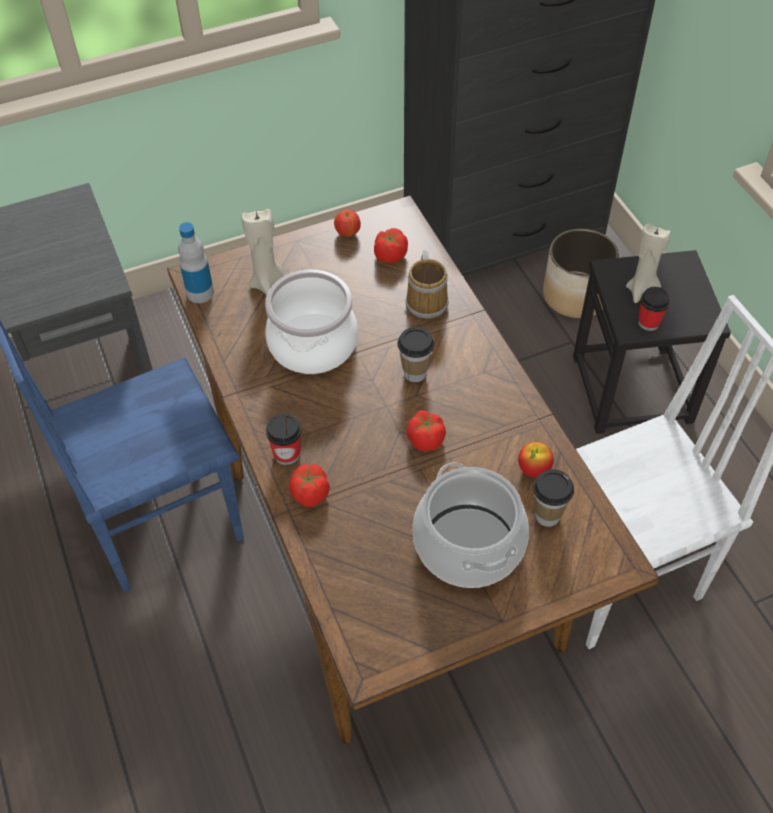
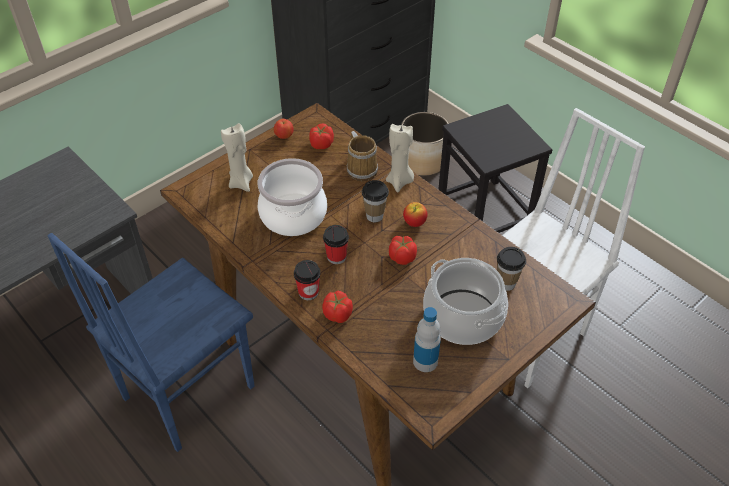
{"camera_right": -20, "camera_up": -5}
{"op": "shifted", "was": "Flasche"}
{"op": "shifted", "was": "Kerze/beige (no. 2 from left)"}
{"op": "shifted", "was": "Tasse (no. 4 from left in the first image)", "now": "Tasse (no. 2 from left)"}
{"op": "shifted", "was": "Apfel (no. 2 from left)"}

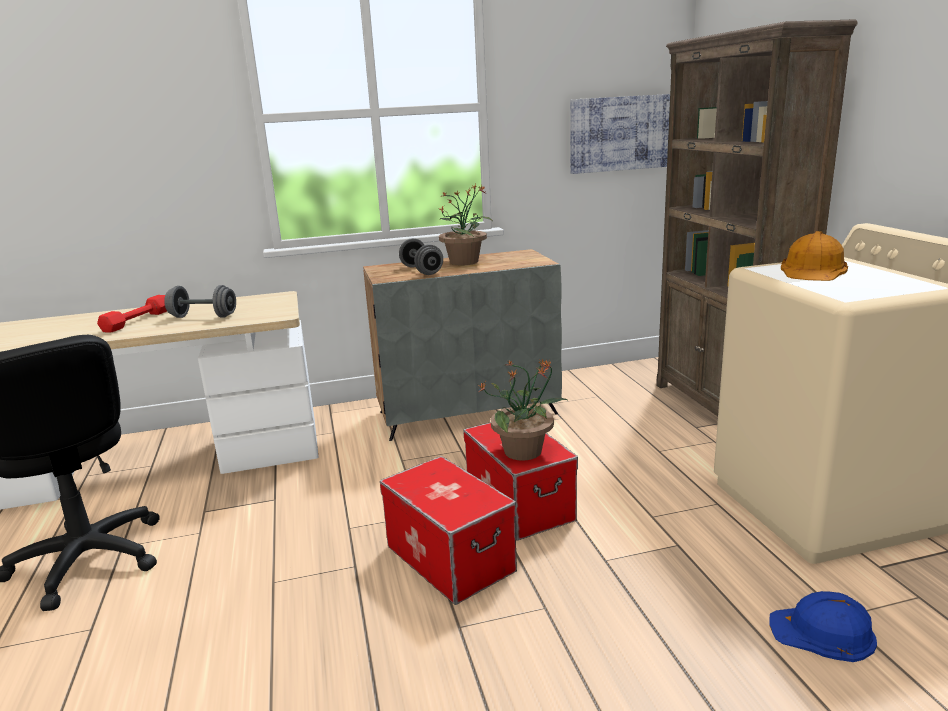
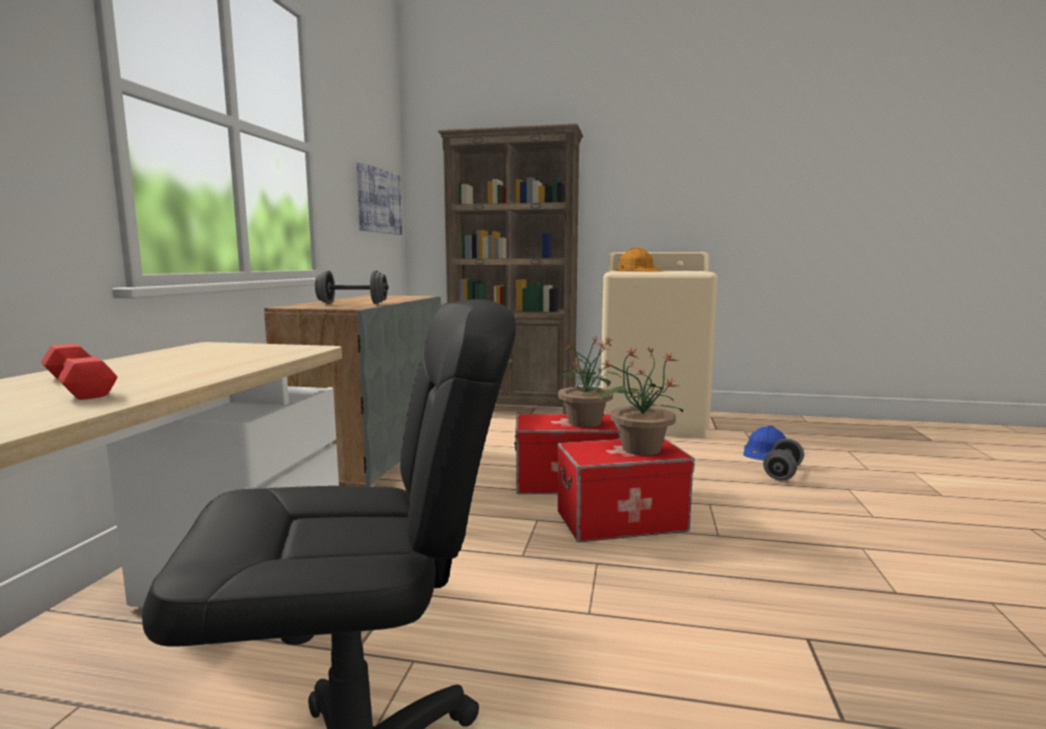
{"camera_right": -65, "camera_up": -10}
{"op": "shifted", "was": "Topfpflanze (no. 1 from left in the first image)", "now": "Topfpflanze (no. 2 from left)"}
{"op": "shifted", "was": "Hantel/grau (no. 1 from left in the first image)", "now": "Hantel/grau (no. 2 from left)"}

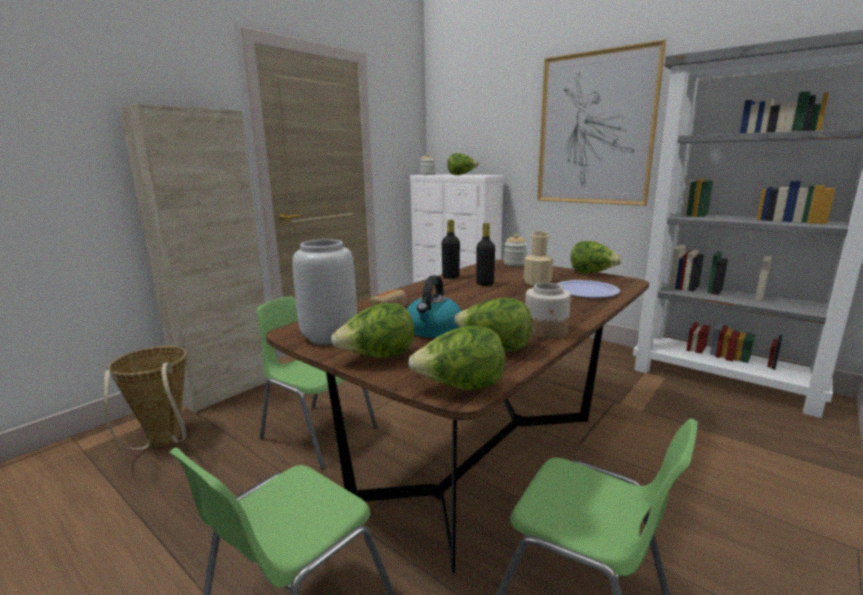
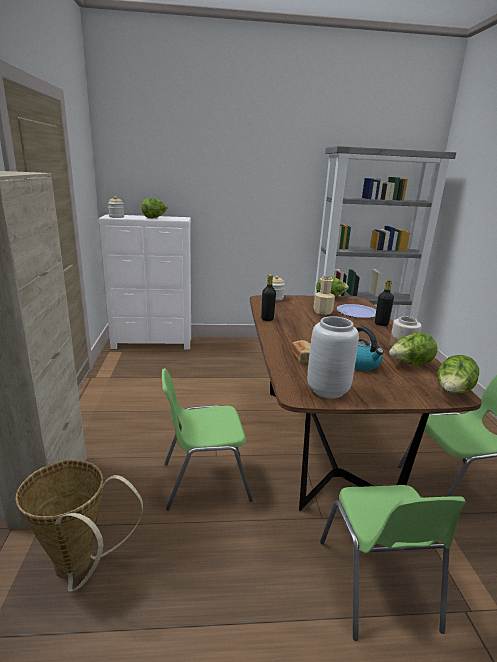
{"camera_right": -45, "camera_up": 5}
{"op": "gone", "was": "Bild"}
{"op": "shifted", "was": "Flasche/schwarz (no. 2 from left)"}
{"op": "gone", "was": "Salatkopf (no. 1 from left)"}

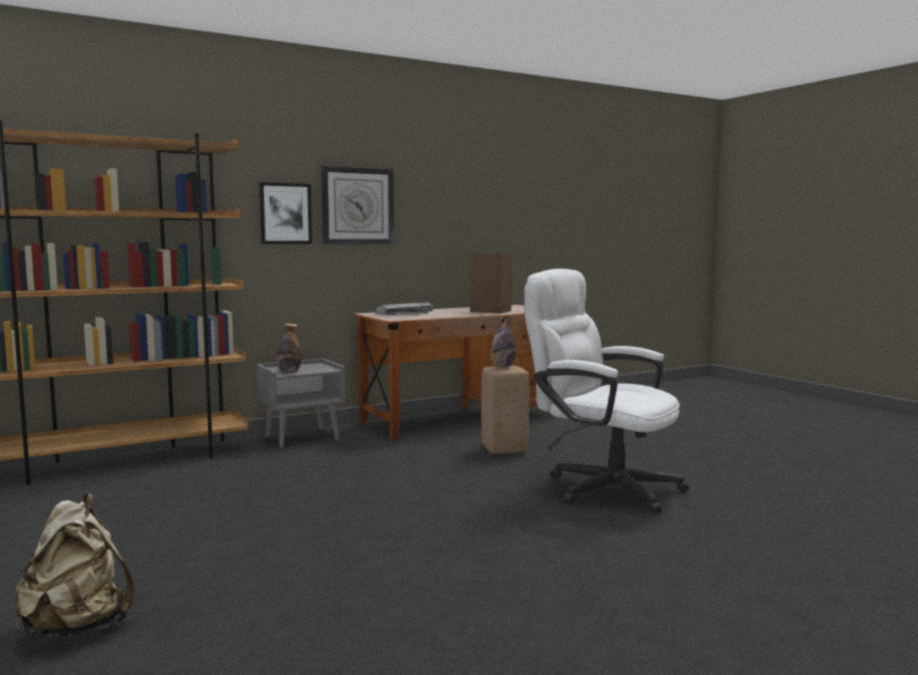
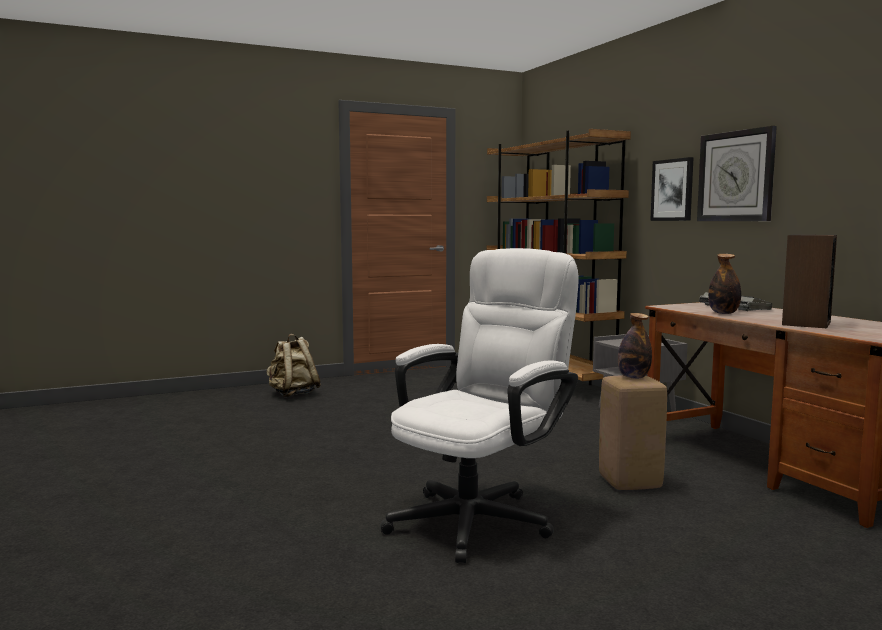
{"camera_right": 95, "camera_up": 0}
{"op": "shifted", "was": "Flasche (no. 1 from left in the first image)", "now": "Flasche (no. 2 from left)"}

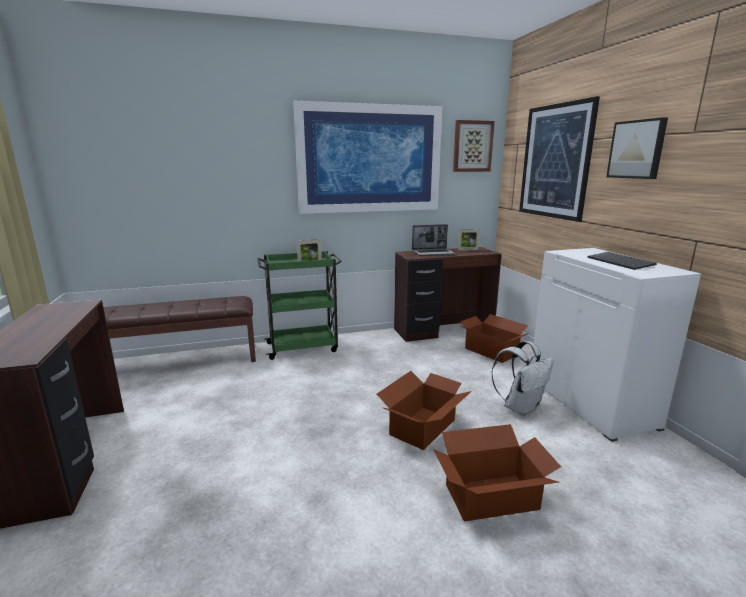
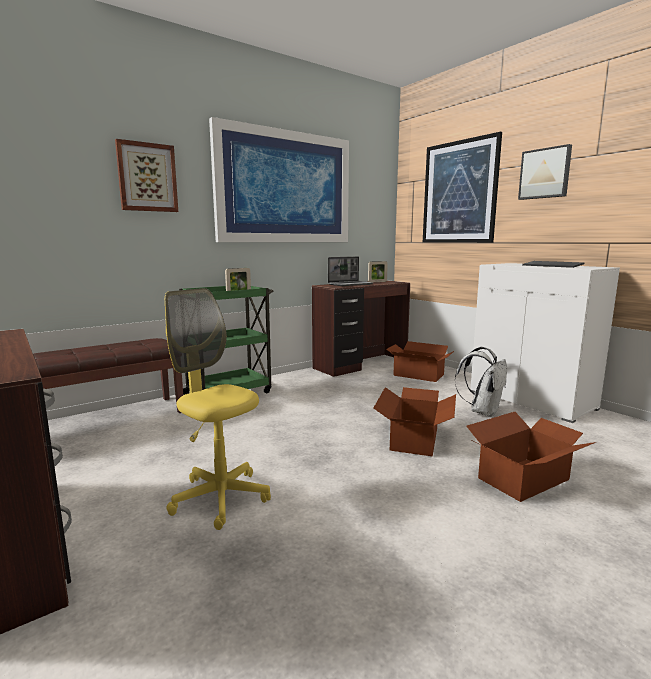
{"camera_right": -20, "camera_up": -5}
{"op": "shifted", "was": "Bild (no. 2 from left in the first image)", "now": "Bild (no. 1 from left)"}
{"op": "new", "now": "Bürostuhl/gelb"}

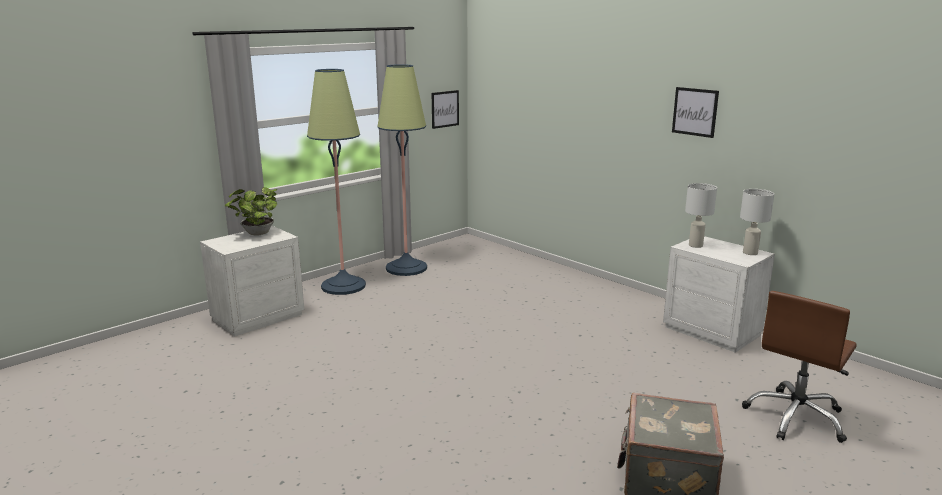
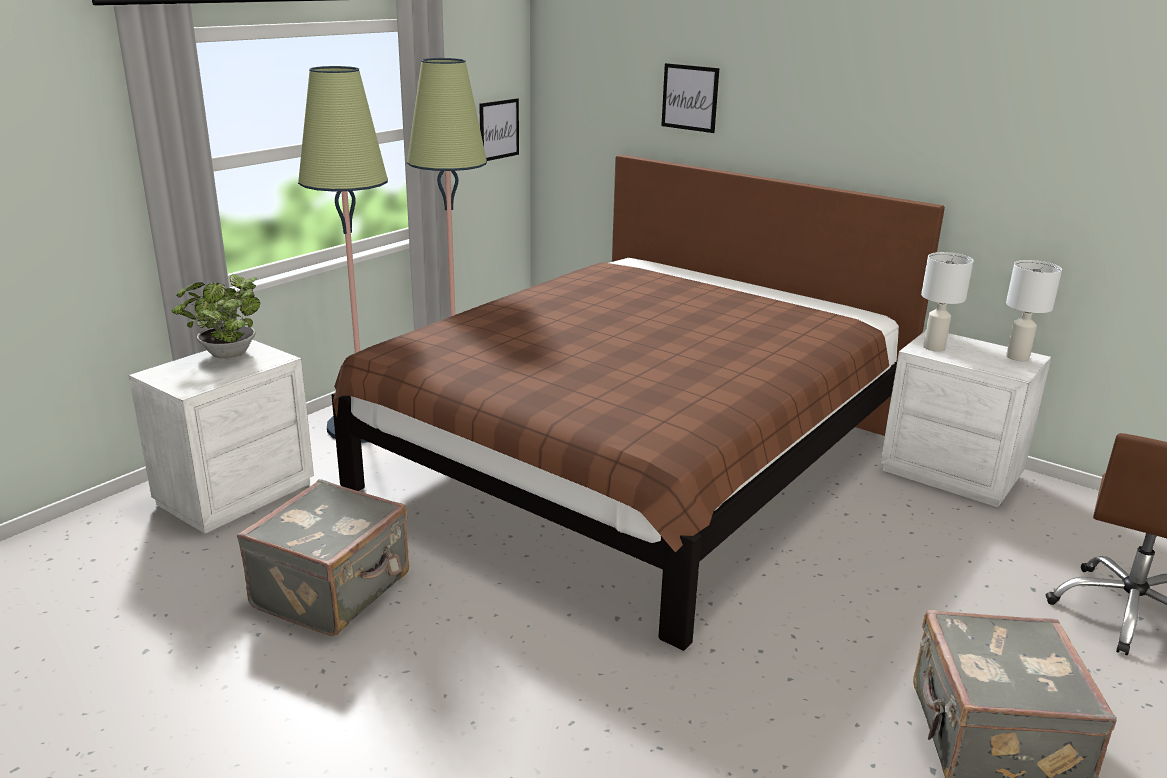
{"camera_right": -10, "camera_up": 5}
{"op": "shifted", "was": "Bild (no. 2 from left)"}
{"op": "new", "now": "Bett/braun"}
{"op": "new", "now": "Koffer/grau (no. 1 from left)"}

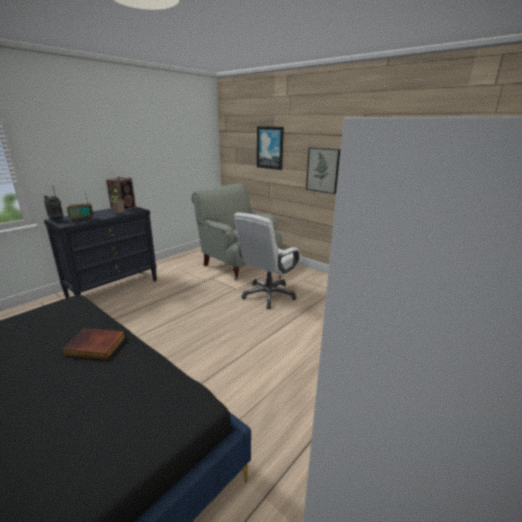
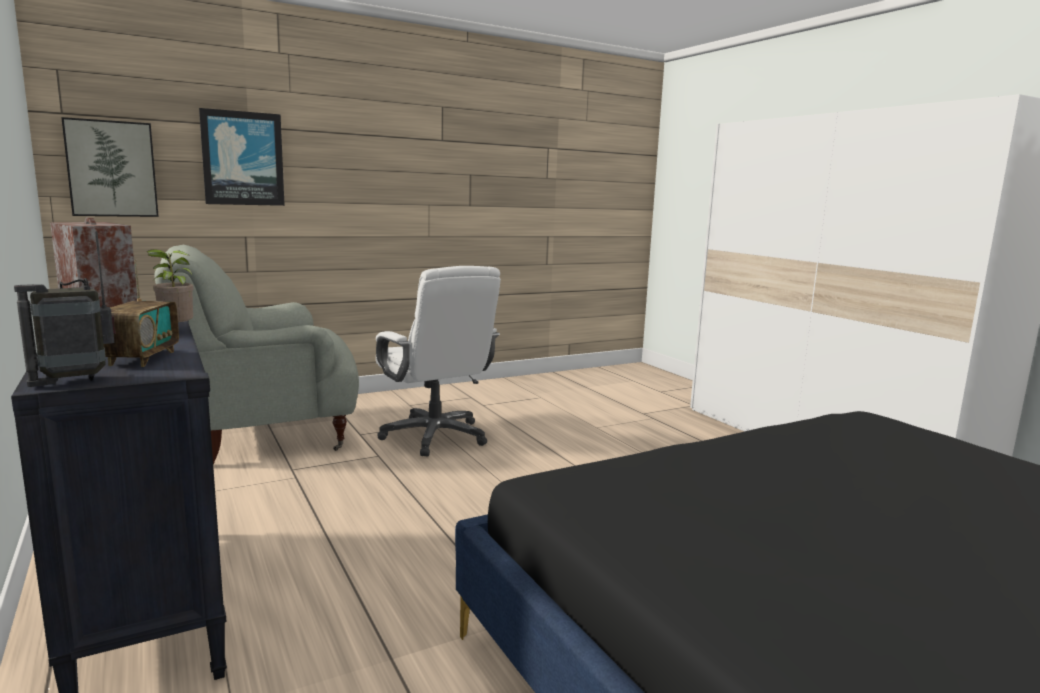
{"camera_right": -70, "camera_up": -10}
{"op": "shifted", "was": "Bild (no. 2 from left in the first image)", "now": "Bild (no. 1 from left)"}
{"op": "gone", "was": "Buch"}

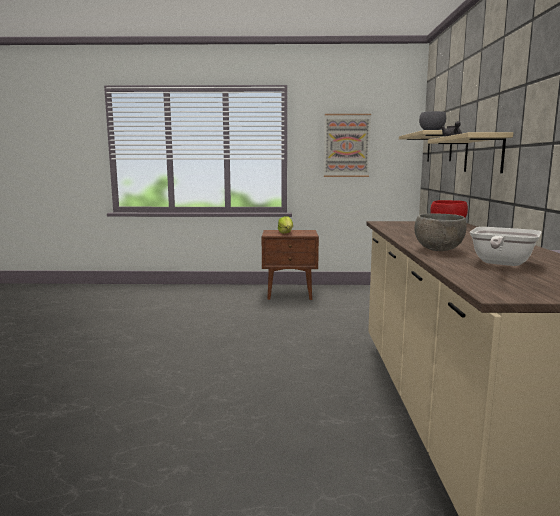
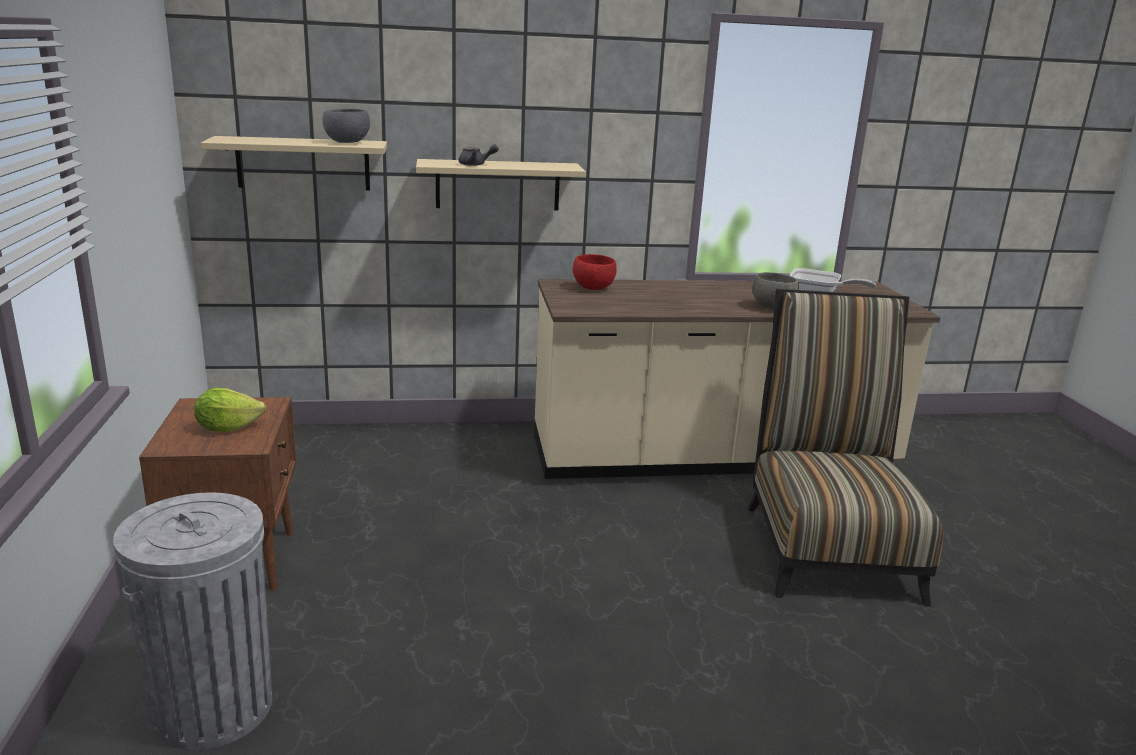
{"camera_right": -100, "camera_up": 10}
{"op": "gone", "was": "Bild"}
{"op": "new", "now": "Stuhl"}
{"op": "new", "now": "Mülleimer/grau"}

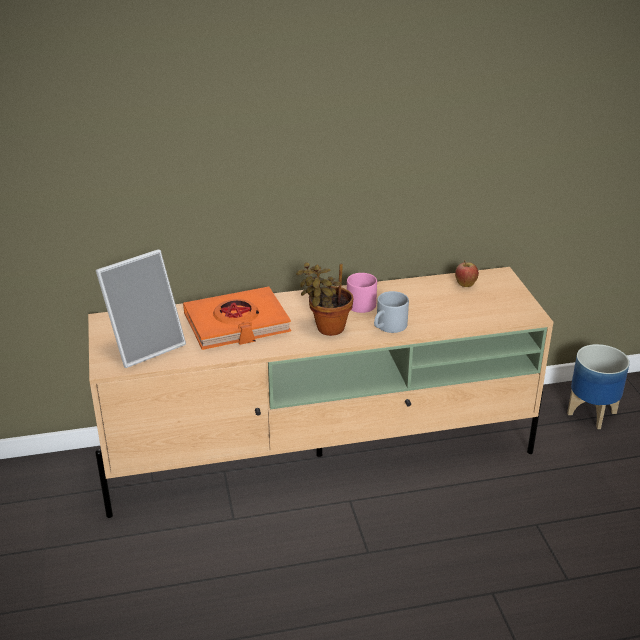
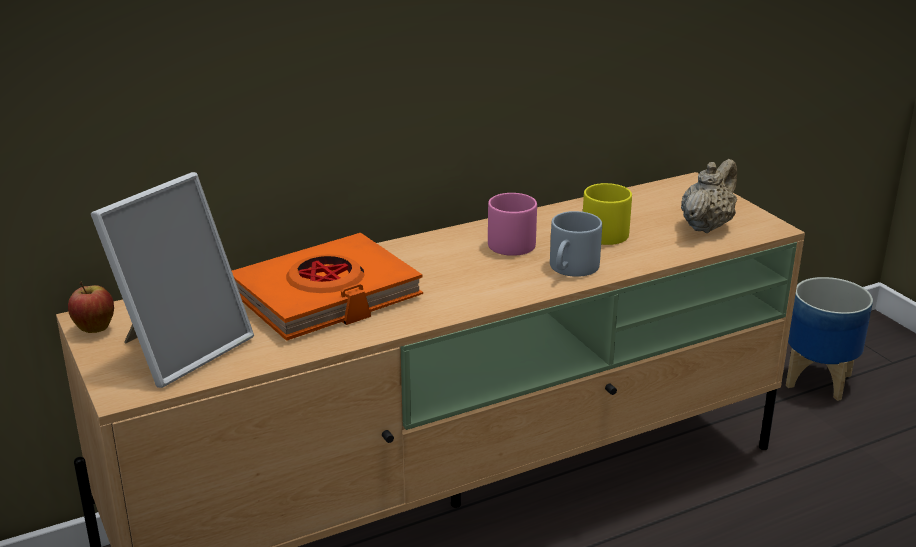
{"camera_right": -15, "camera_up": -5}
{"op": "shifted", "was": "Apfel"}
{"op": "gone", "was": "Topfpflanze"}
{"op": "new", "now": "Teekanne/beige"}
{"op": "new", "now": "Henkelbecher/gelb"}

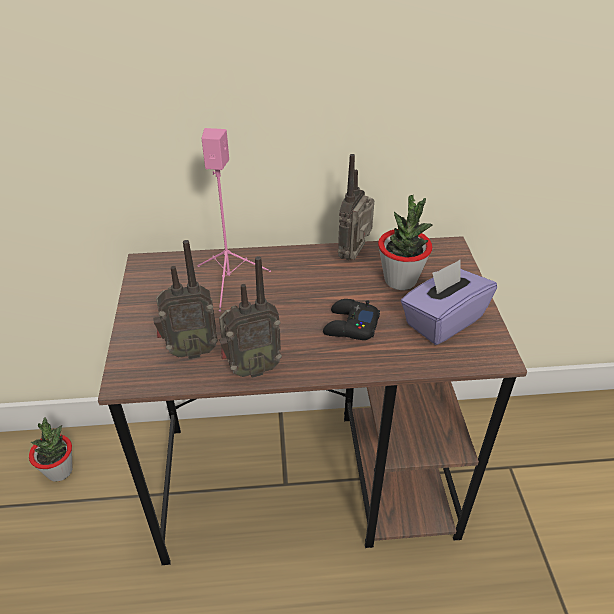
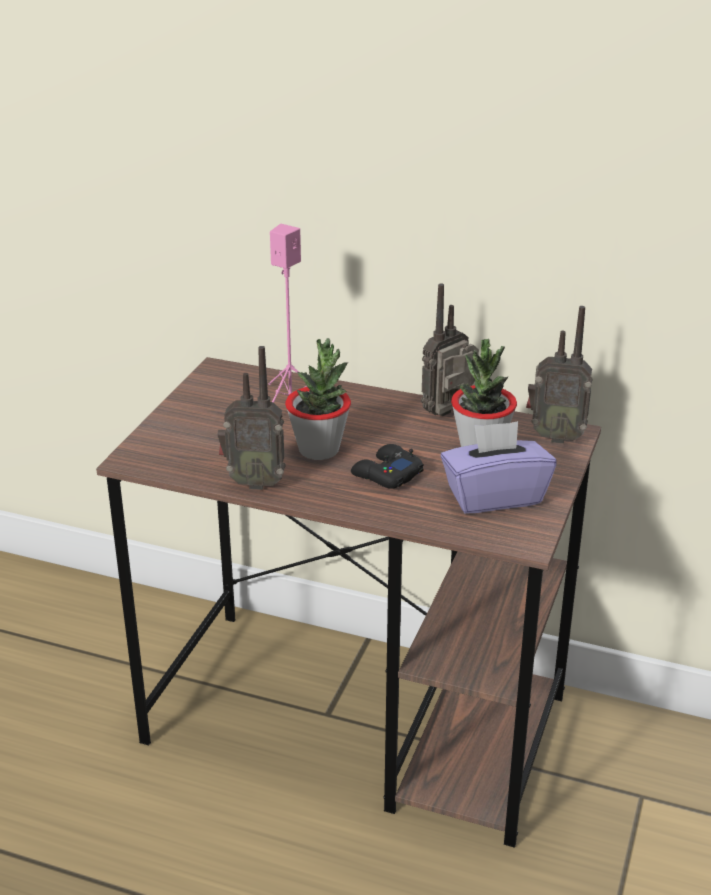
{"camera_right": 25, "camera_up": -10}
{"op": "shifted", "was": "Radio (no. 1 from left in the first image)", "now": "Radio (no. 3 from left)"}
{"op": "shifted", "was": "Topfpflanze (no. 1 from left)"}

